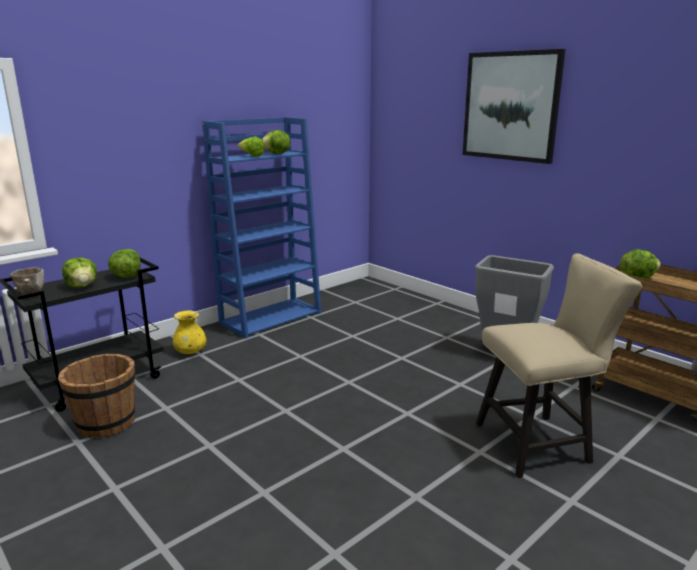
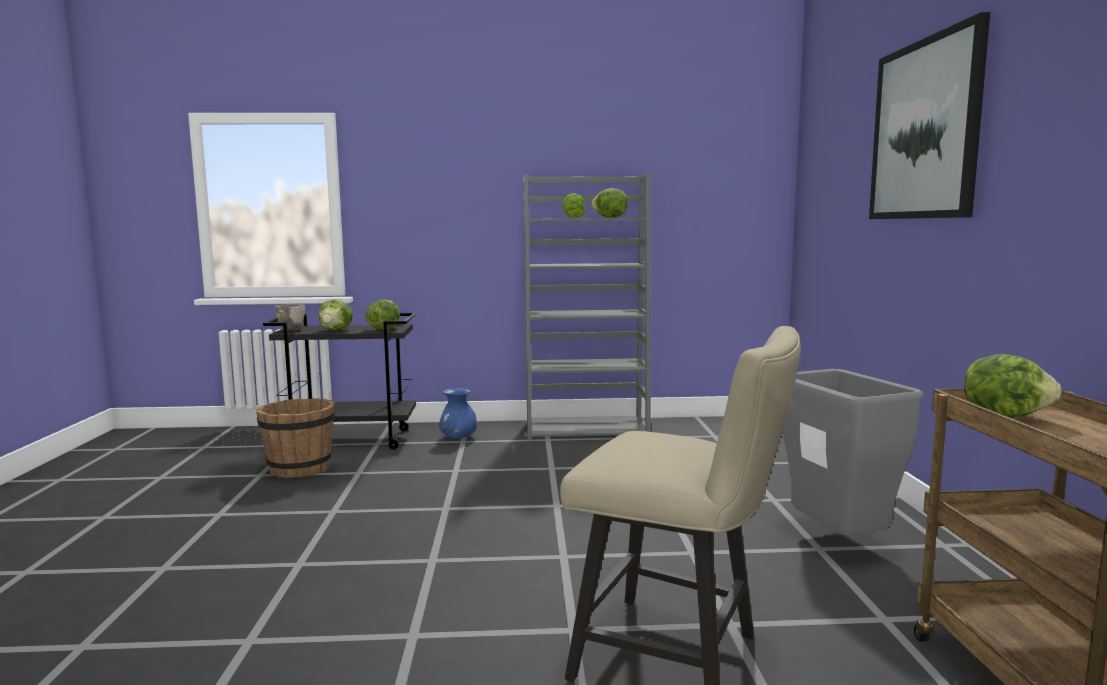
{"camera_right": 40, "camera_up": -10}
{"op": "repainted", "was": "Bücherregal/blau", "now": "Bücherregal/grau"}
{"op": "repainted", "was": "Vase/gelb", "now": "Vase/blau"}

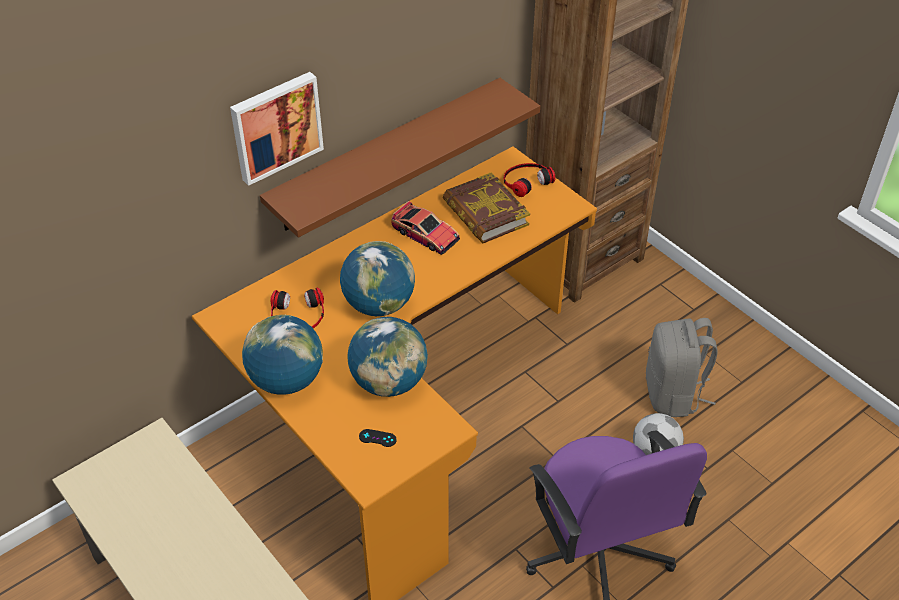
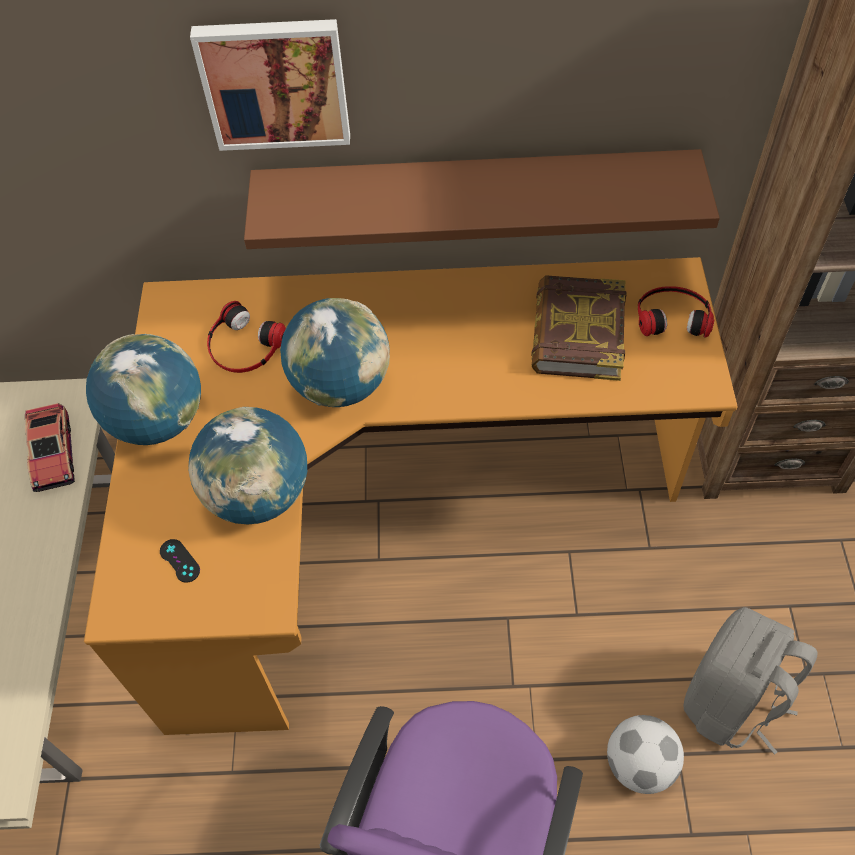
{"camera_right": 40, "camera_up": 10}
{"op": "shifted", "was": "Spielzeugauto"}

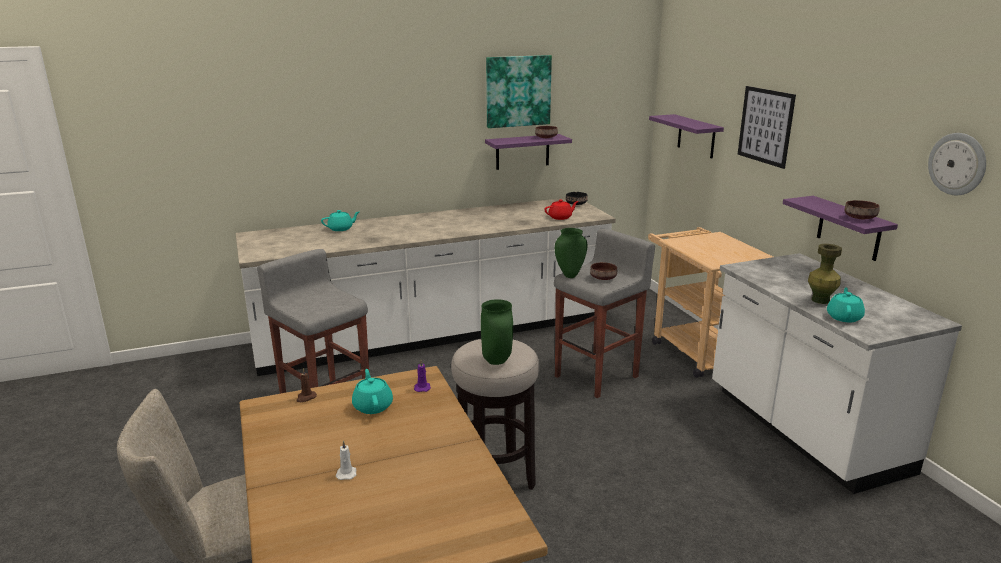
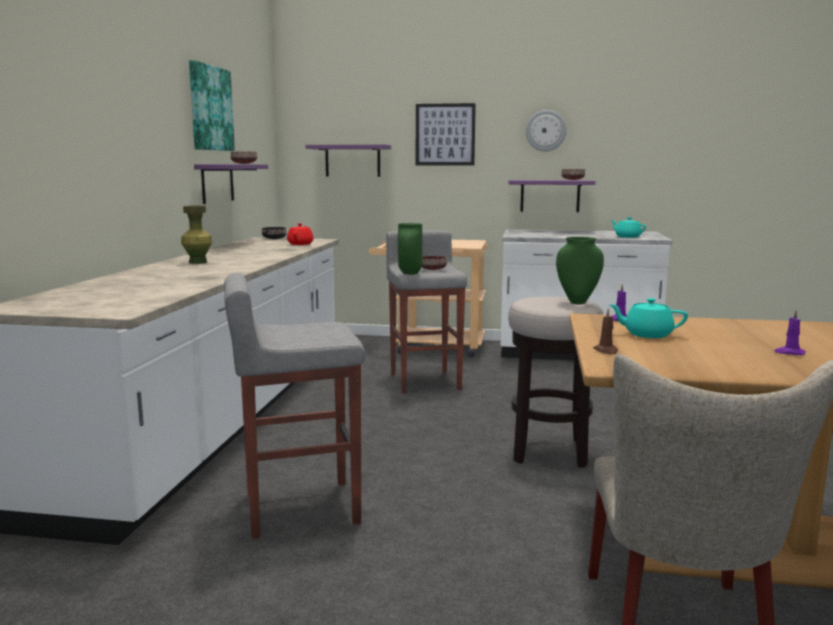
{"camera_right": -60, "camera_up": -10}
{"op": "shifted", "was": "Wanduhr"}
{"op": "gone", "was": "Teekanne/türkis (no. 1 from left)"}
{"op": "shifted", "was": "Vase/grün (no. 3 from left in the first image)", "now": "Vase/grün (no. 1 from left)"}
{"op": "repainted", "was": "Kerze/weiß", "now": "Kerze/lila (no. 2 from left)"}

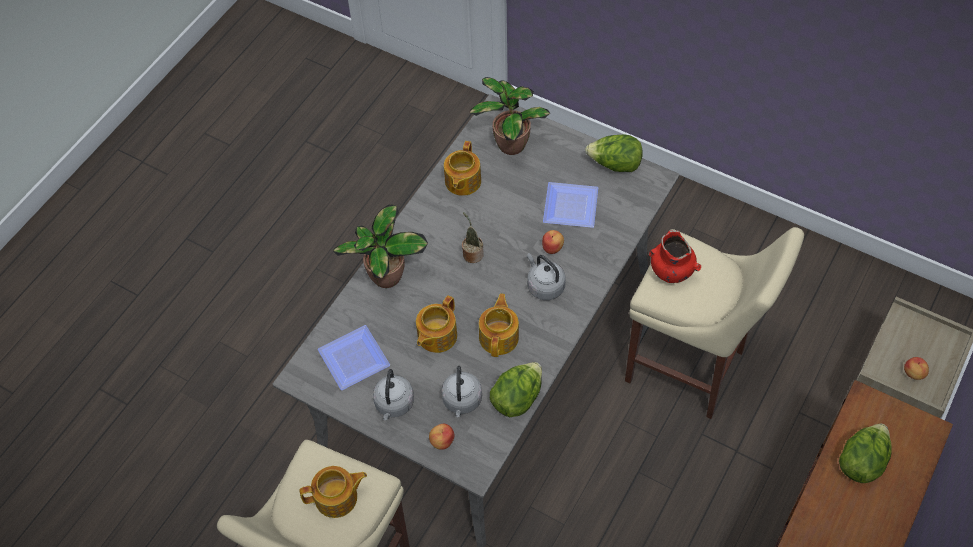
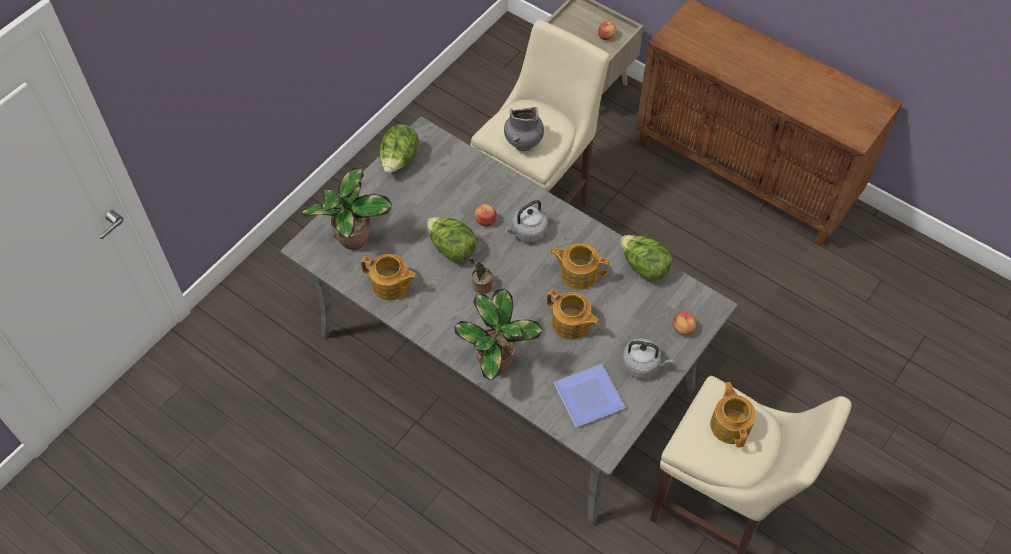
{"camera_right": -85, "camera_up": 0}
{"op": "gone", "was": "Teller (no. 2 from left)"}
{"op": "repainted", "was": "Vase/rot", "now": "Vase/grau"}
{"op": "gone", "was": "Wasserkessel/grau (no. 2 from left)"}
{"op": "shifted", "was": "Salatkopf (no. 3 from left in the first image)", "now": "Salatkopf (no. 2 from left)"}

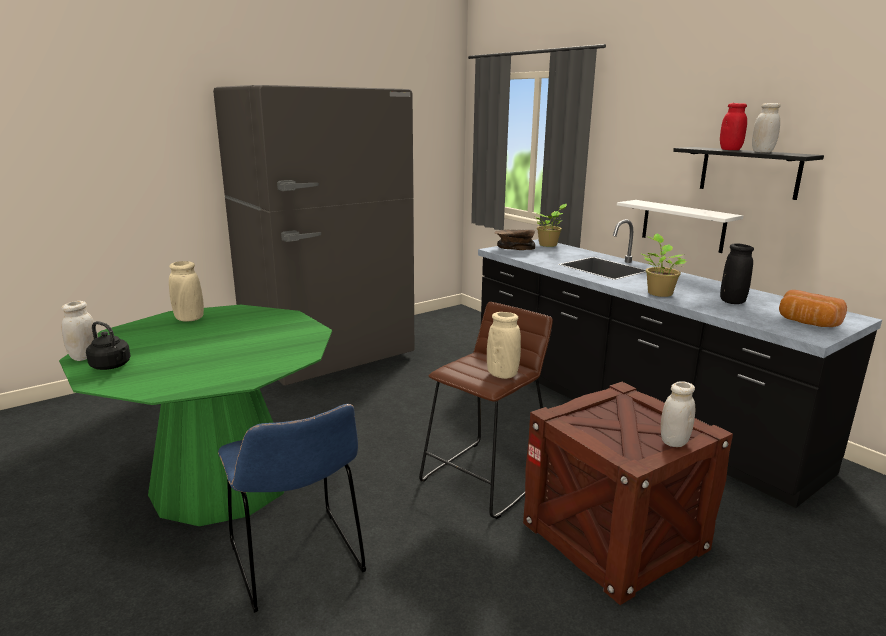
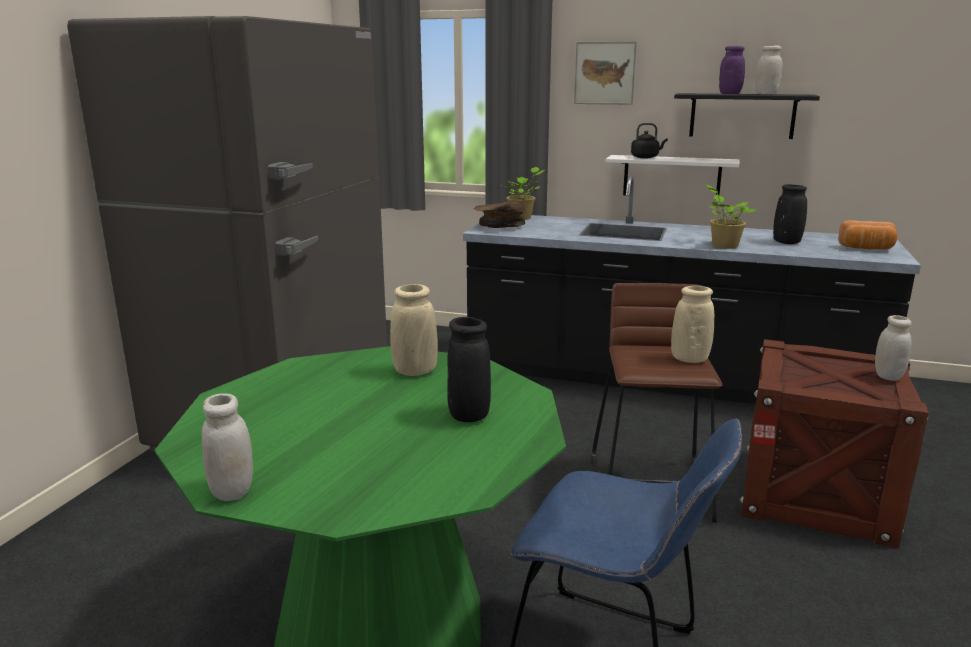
{"camera_right": -35, "camera_up": 0}
{"op": "repainted", "was": "Vorratsglas/rot", "now": "Vorratsglas/lila"}
{"op": "shifted", "was": "Vase/beige (no. 1 from left)"}
{"op": "shifted", "was": "Wasserkessel/schwarz"}
{"op": "new", "now": "Bild"}
{"op": "new", "now": "Vase/schwarz (no. 1 from left)"}

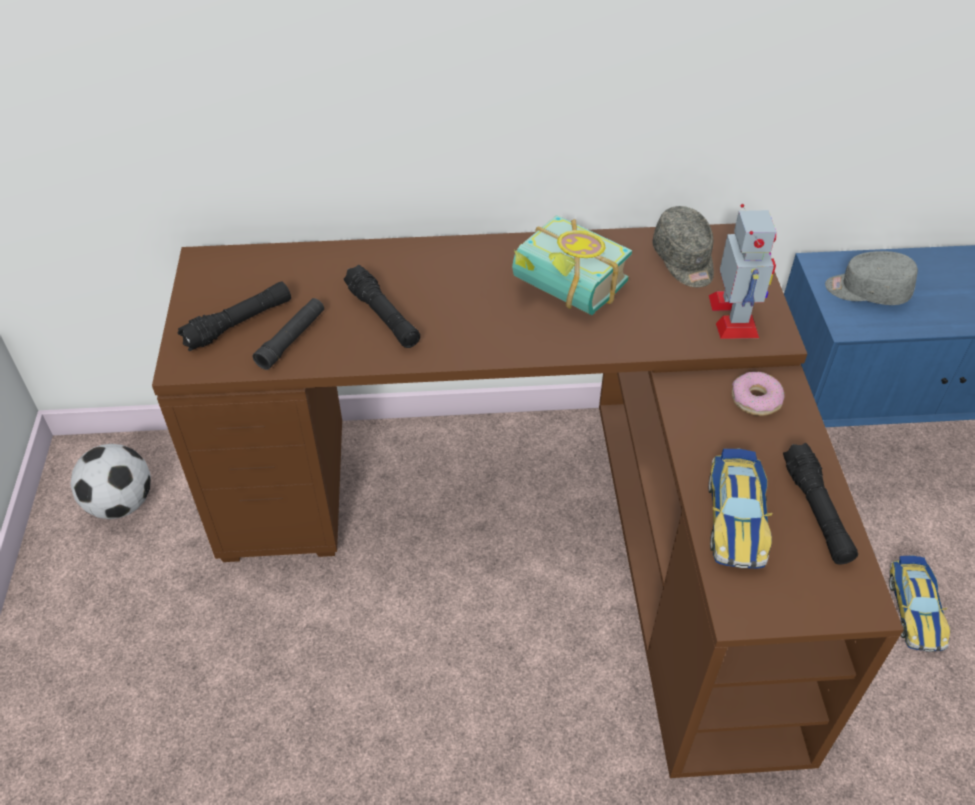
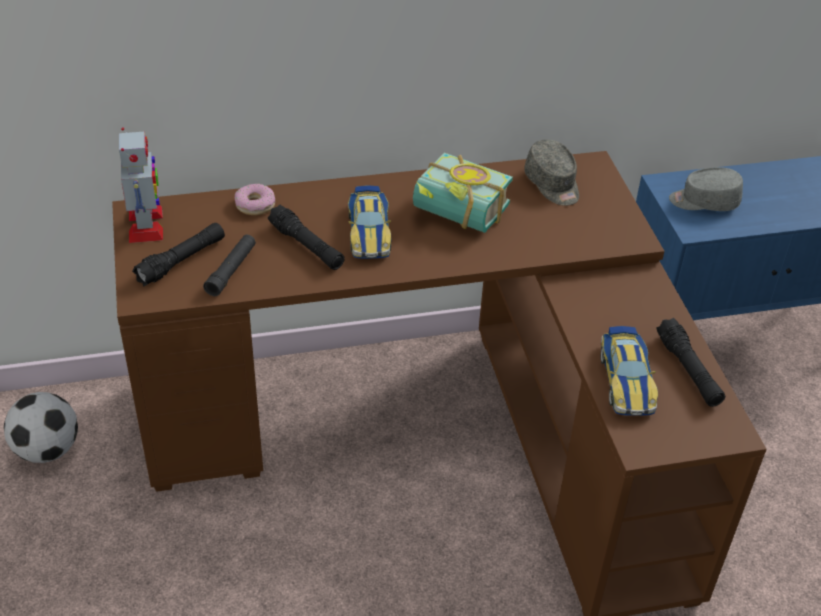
{"camera_right": -10, "camera_up": -5}
{"op": "shifted", "was": "Spielzeugroboter"}
{"op": "shifted", "was": "Donut"}
{"op": "shifted", "was": "Spielzeugauto (no. 2 from left in the first image)", "now": "Spielzeugauto (no. 1 from left)"}

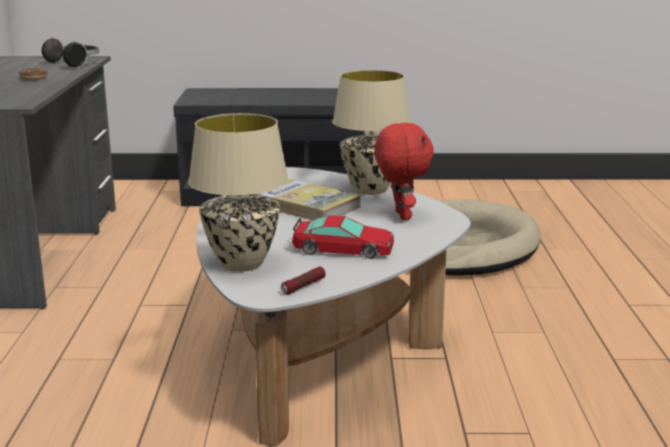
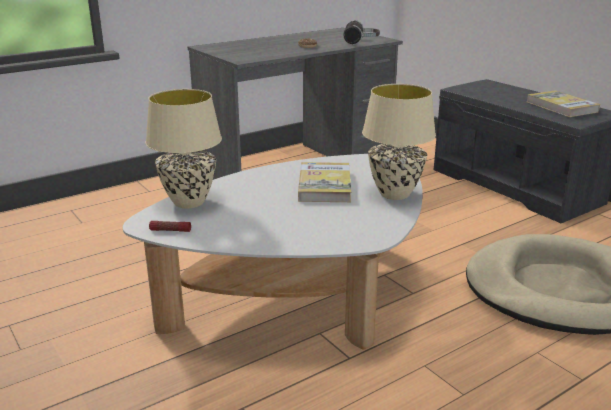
{"camera_right": 55, "camera_up": 5}
{"op": "gone", "was": "Plüschtier/rot"}
{"op": "gone", "was": "Spielzeugauto"}
{"op": "new", "now": "Buch (no. 2 from left)"}

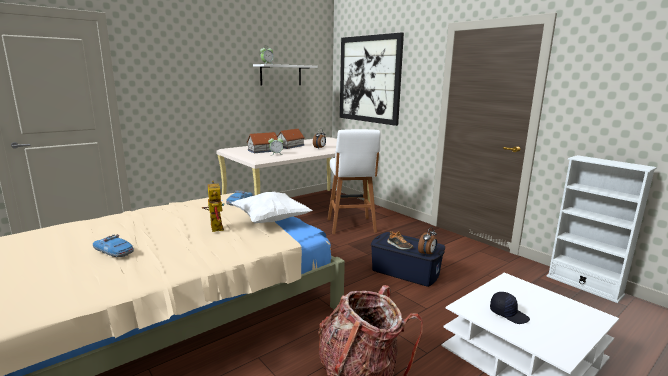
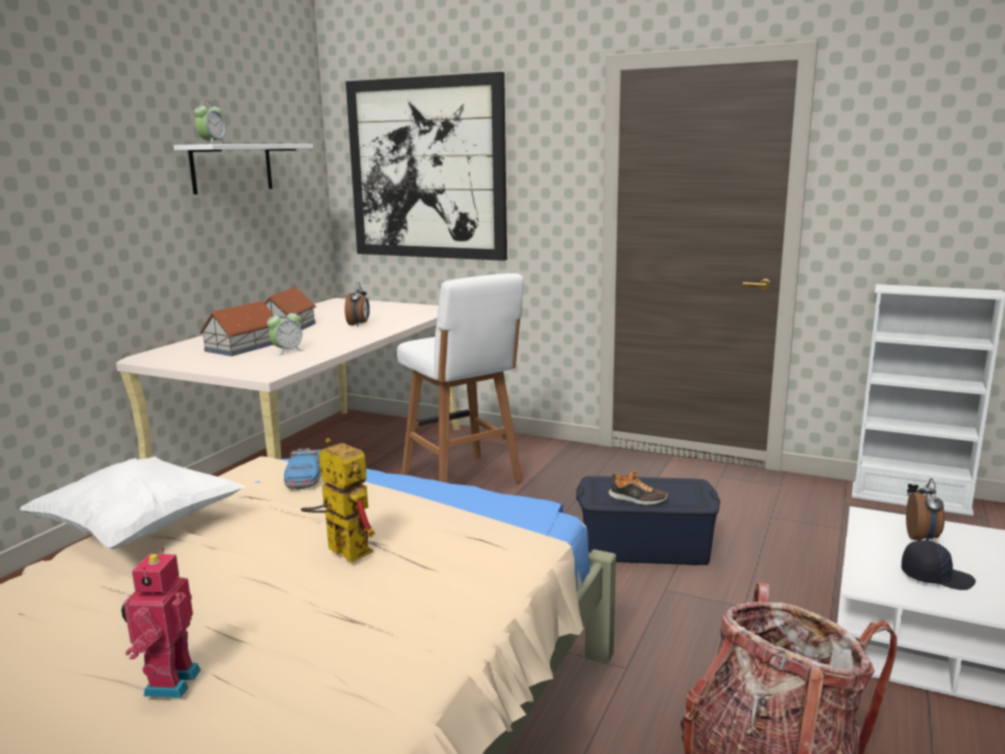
{"camera_right": -25, "camera_up": 0}
{"op": "shifted", "was": "Kissen/weiß"}
{"op": "shifted", "was": "Wecker (no. 4 from left)"}
{"op": "swapped", "was": "Spielzeugauto (no. 1 from left)", "now": "Spielzeugroboter (no. 1 from left)"}

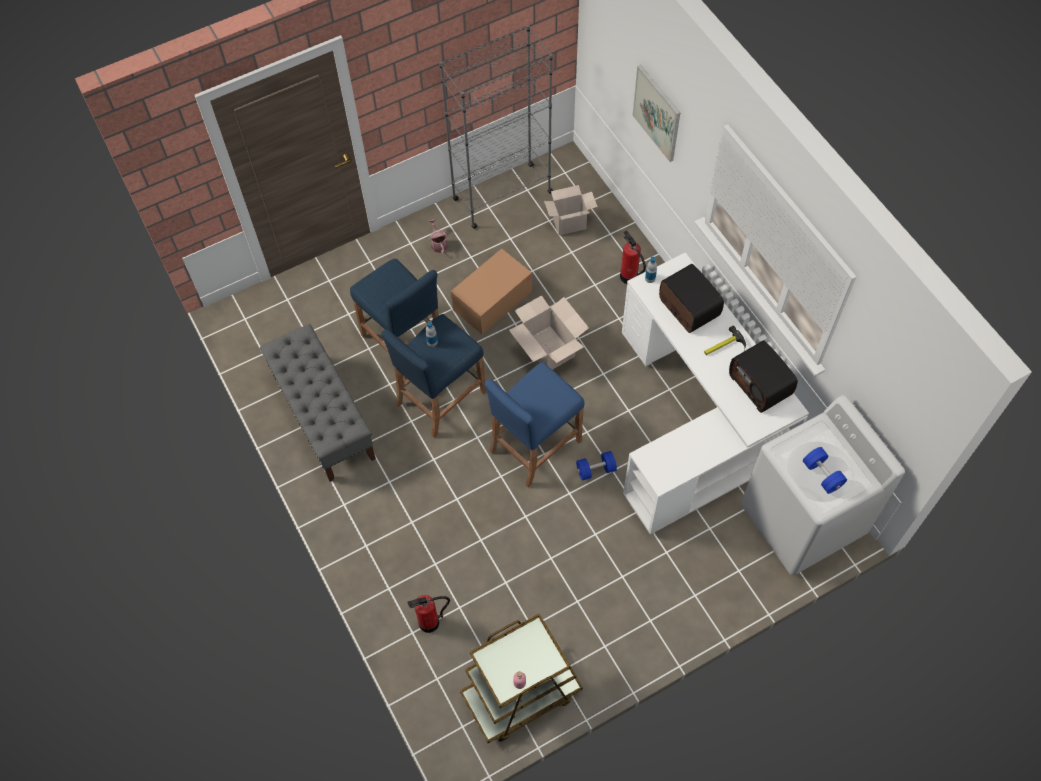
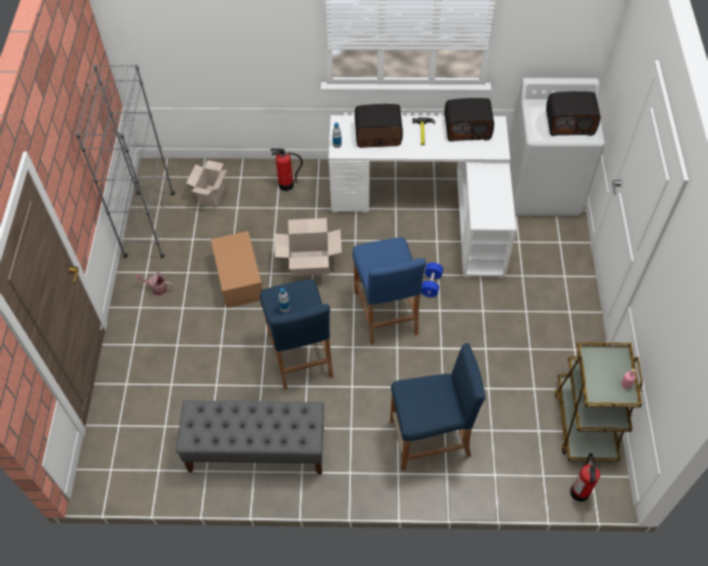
{"camera_right": -60, "camera_up": -5}
{"op": "gone", "was": "Bild"}
{"op": "shifted", "was": "Hocker/blau (no. 1 from left in the first image)", "now": "Hocker/blau (no. 3 from left)"}
{"op": "swapped", "was": "Hantel/blau (no. 2 from left)", "now": "Radio (no. 3 from left)"}
{"op": "shifted", "was": "Feuerlöscher (no. 1 from left in the first image)", "now": "Feuerlöscher (no. 2 from left)"}

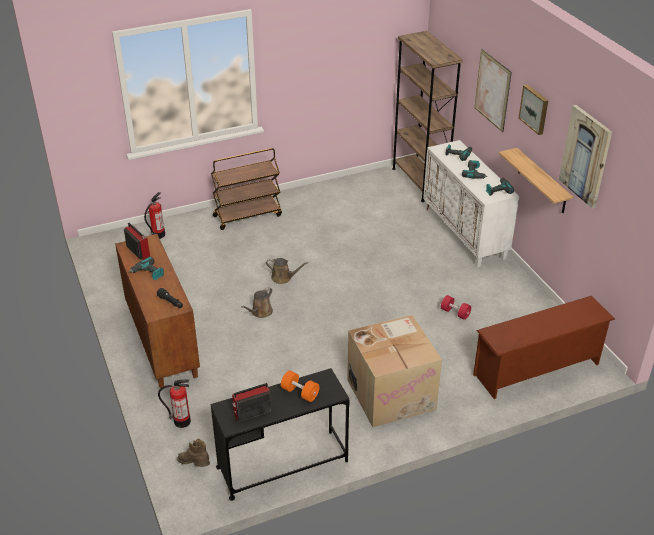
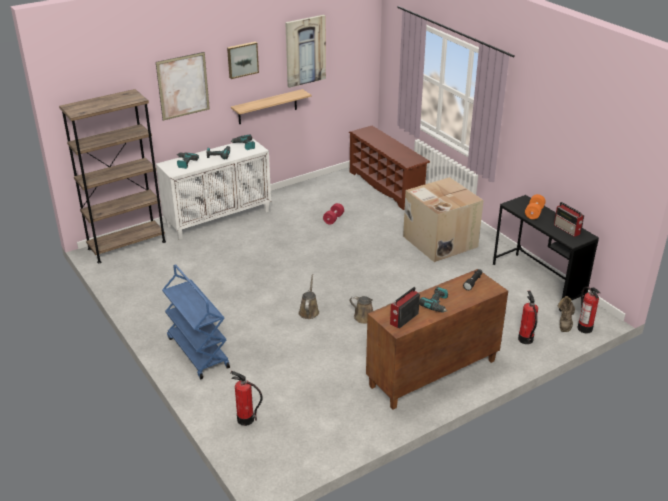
{"camera_right": -100, "camera_up": -5}
{"op": "repainted", "was": "Rollwagen/braun", "now": "Rollwagen/blau"}
{"op": "new", "now": "Feuerlöscher (no. 3 from left)"}

